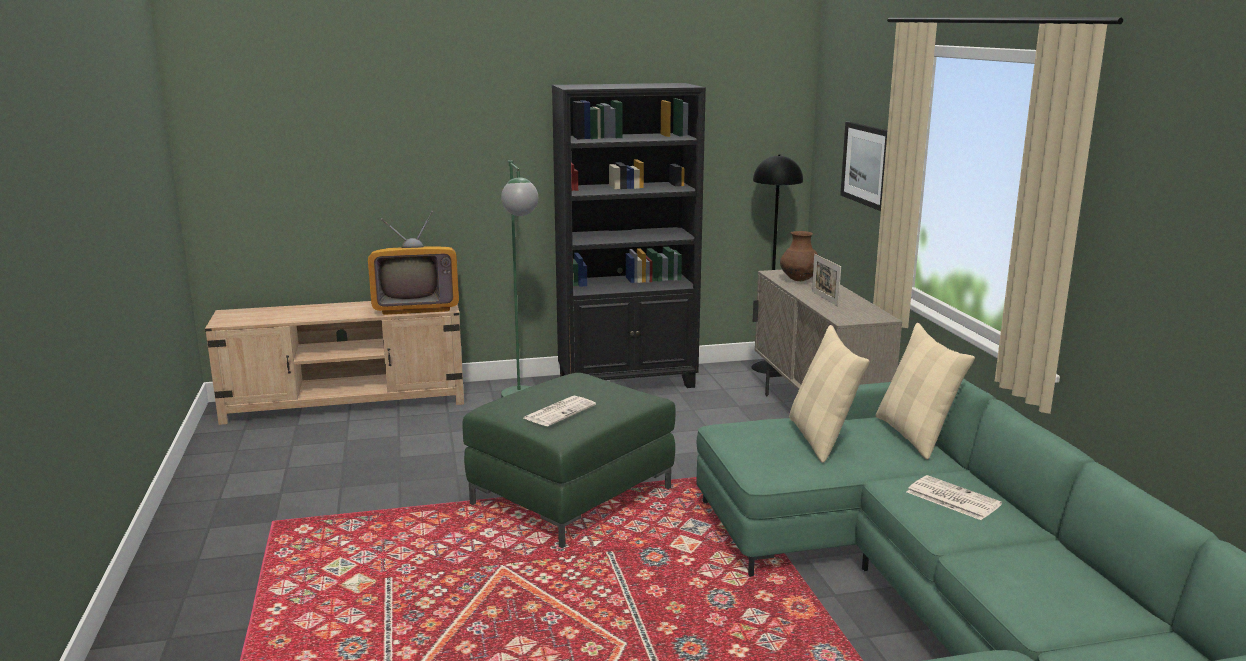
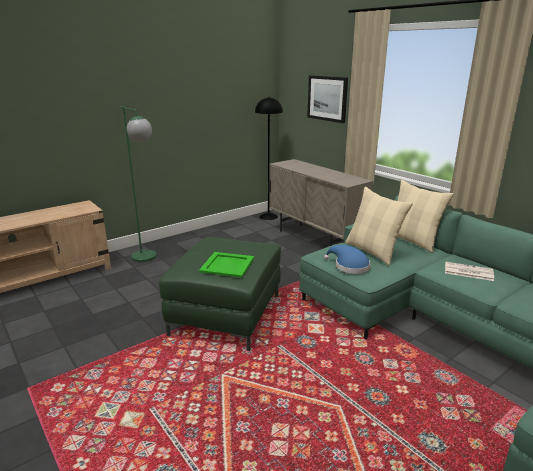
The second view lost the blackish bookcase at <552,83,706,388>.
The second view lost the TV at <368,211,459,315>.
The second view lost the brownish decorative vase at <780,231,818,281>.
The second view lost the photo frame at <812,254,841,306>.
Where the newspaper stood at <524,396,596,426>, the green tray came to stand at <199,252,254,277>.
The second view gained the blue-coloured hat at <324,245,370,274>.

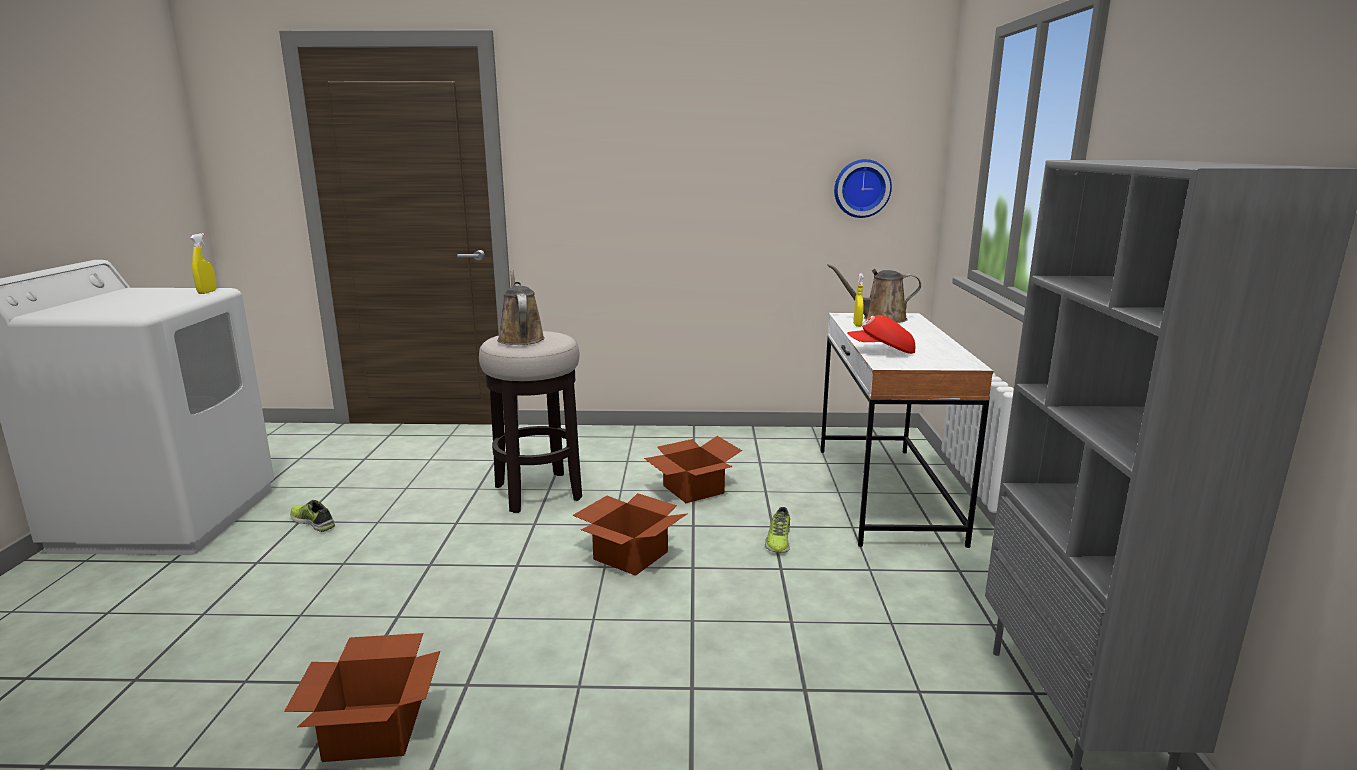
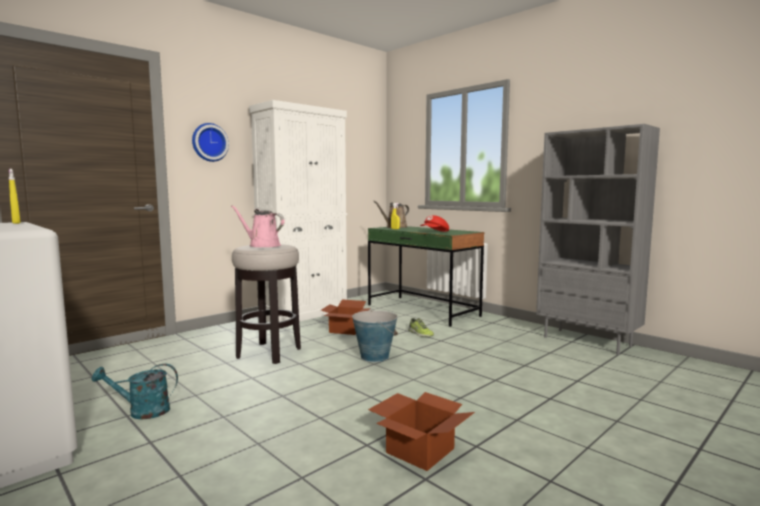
The clock on the wall ended up elsewhere, having gone from <834,159,892,218> to <192,123,229,162>.
What was the brownish sprinkling can at <497,270,545,345> turned into the pink-coloured sprinkling can at <231,205,285,247>.
What was the whitish desk unit at <821,313,993,548> turned into the green desk unit at <368,226,484,327>.
Where the packing box stood at <572,493,687,576>, the bucket came to stand at <352,309,398,362>.
Where the low shoe stood at <290,500,335,532>, the turquoise sprinkling can came to stand at <92,364,178,419>.
The second view gained the whitish cabinet at <249,100,347,322>.

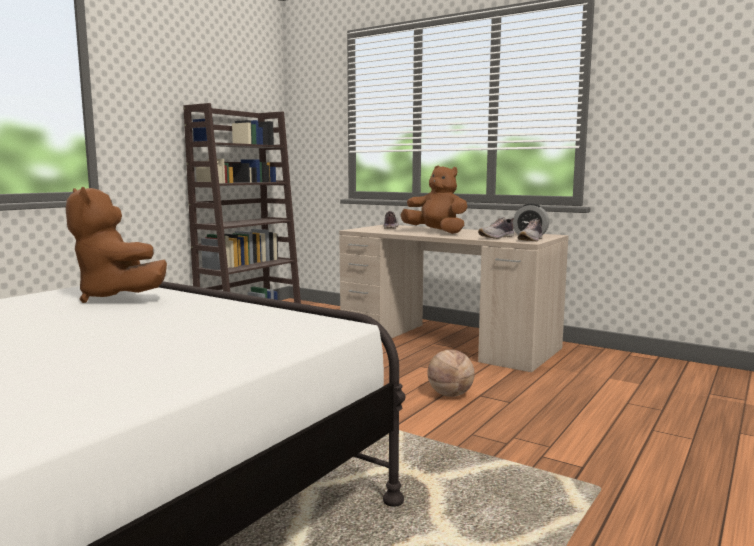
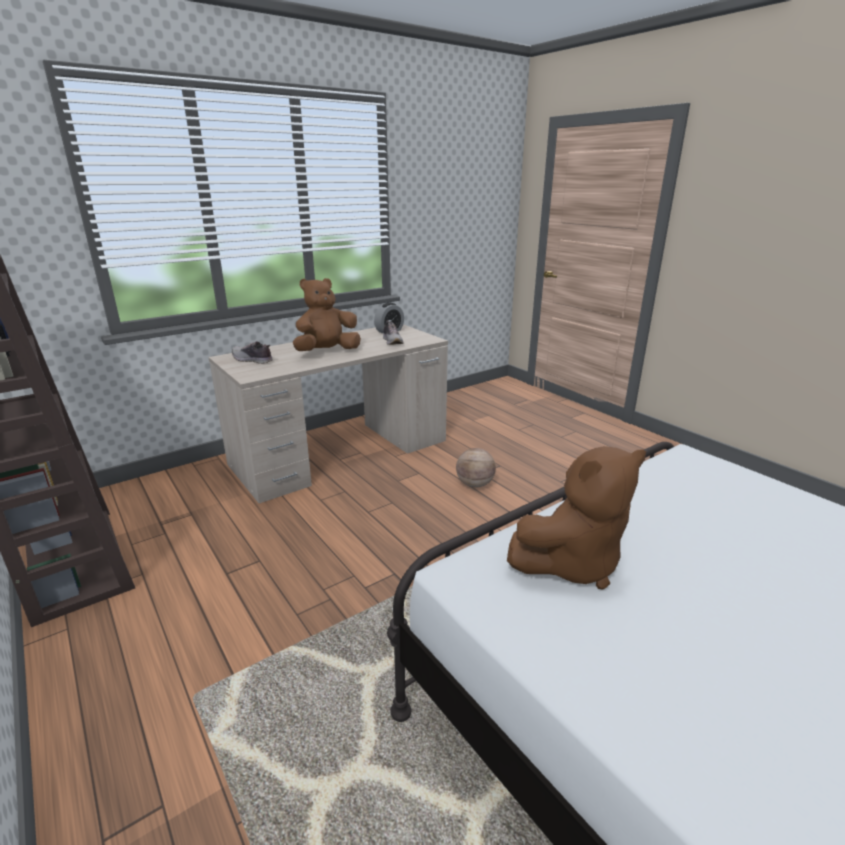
The second view lost the low shoe at <518,219,543,241>.

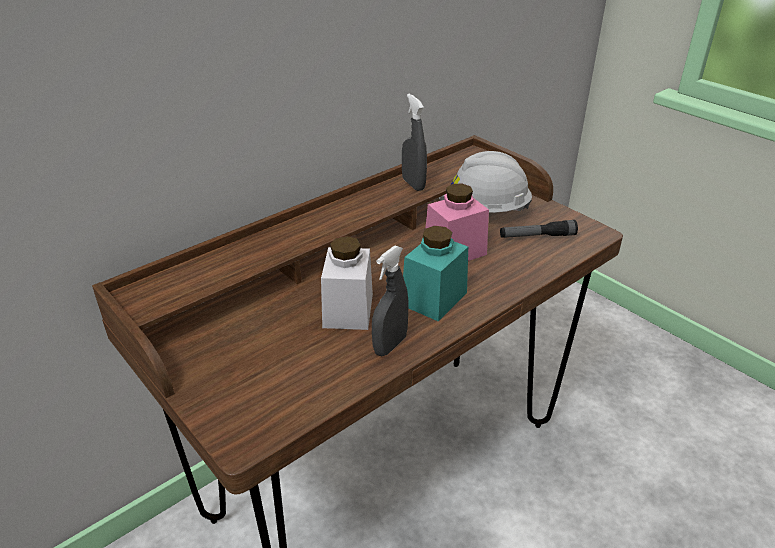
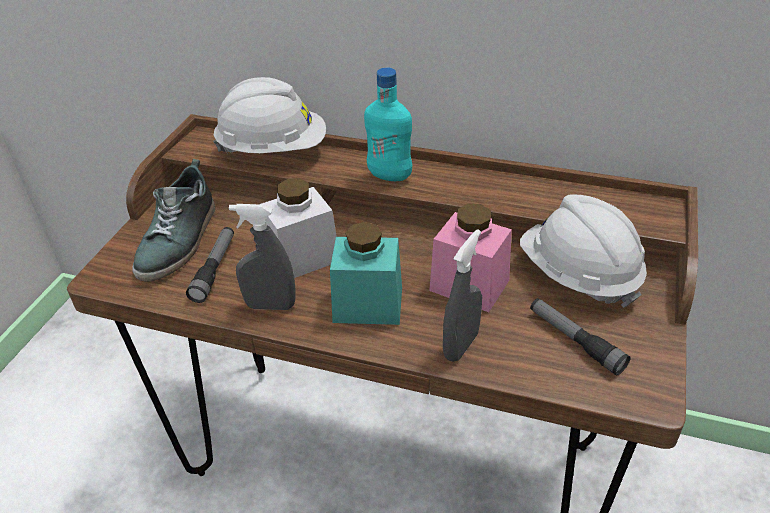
The greyish spray bottle ended up elsewhere, having gone from <402,94,427,191> to <443,229,482,362>.
The second view gained the turquoise beverage bottle at <364,67,412,181>.
The second view gained the whitish safety helmet at <213,77,326,154>.
The second view gained the low shoe at <132,159,215,281>.
The second view gained the torch at <186,227,234,303>.

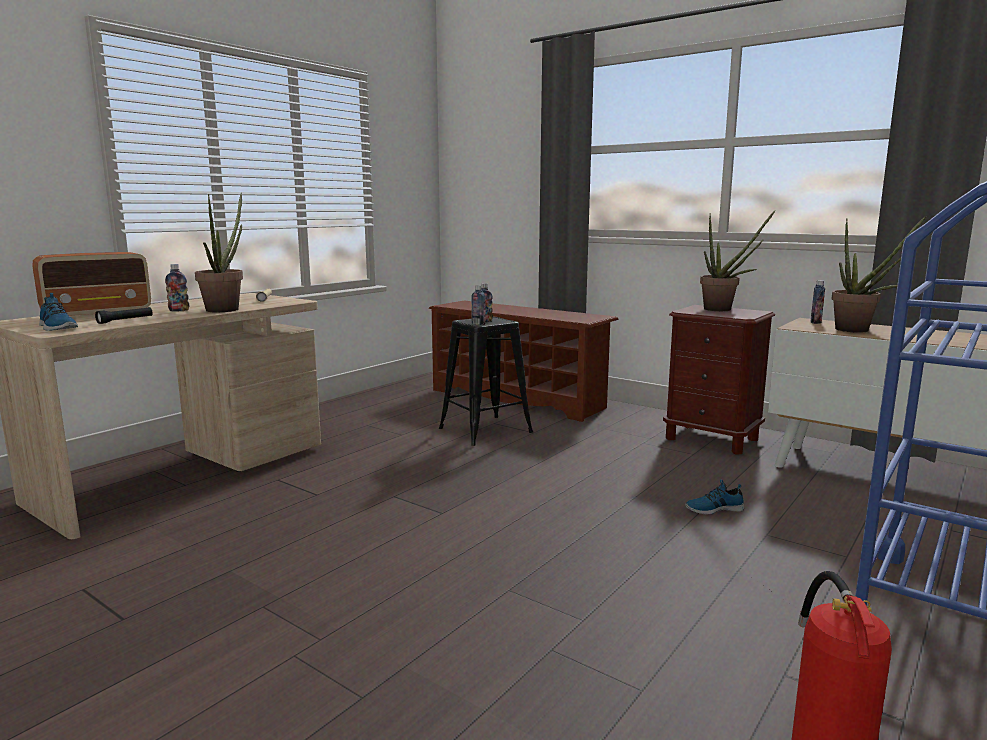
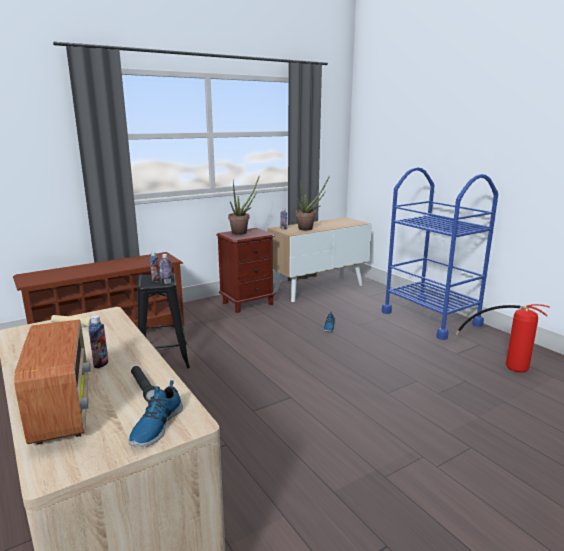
The second view lost the potted plant at <195,193,243,312>.
The low shoe at <39,293,78,331> ended up facing another way, 135 degrees clockwise from before.

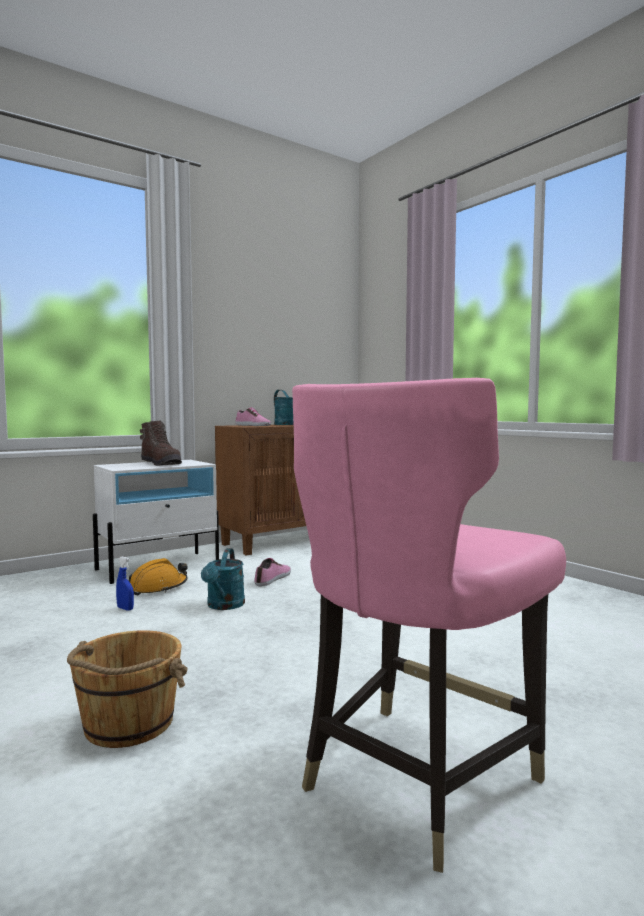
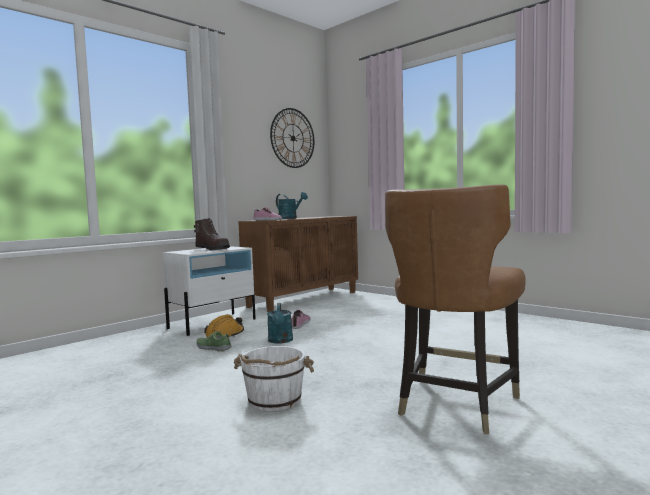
What was the pink-coloured upright chair at <292,378,566,873> turned into the brownish upright chair at <385,184,526,434>.
Where the blue-coloured spray bottle stood at <116,557,134,611>, the low shoe came to stand at <196,331,232,352>.
What was the brownish bucket at <67,630,188,748> turned into the whitish bucket at <233,346,314,412>.
The second view gained the clock on the wall at <270,108,314,168>.

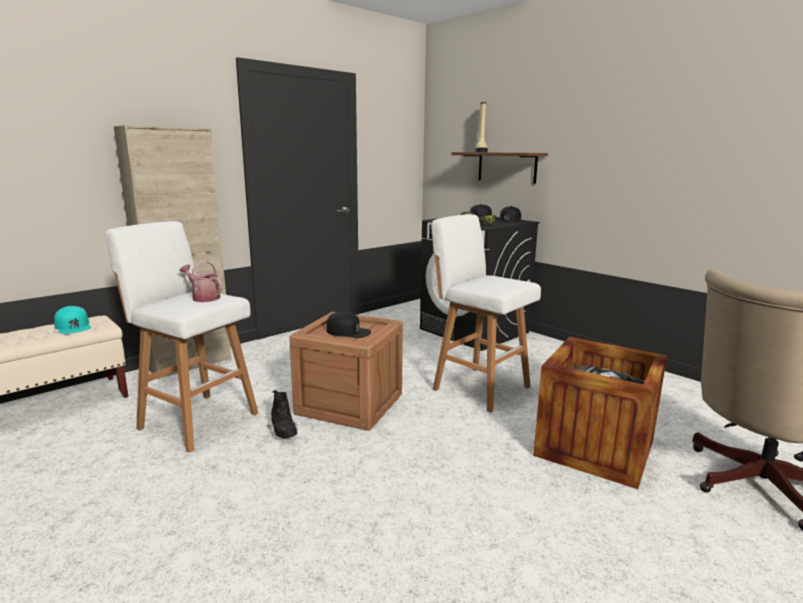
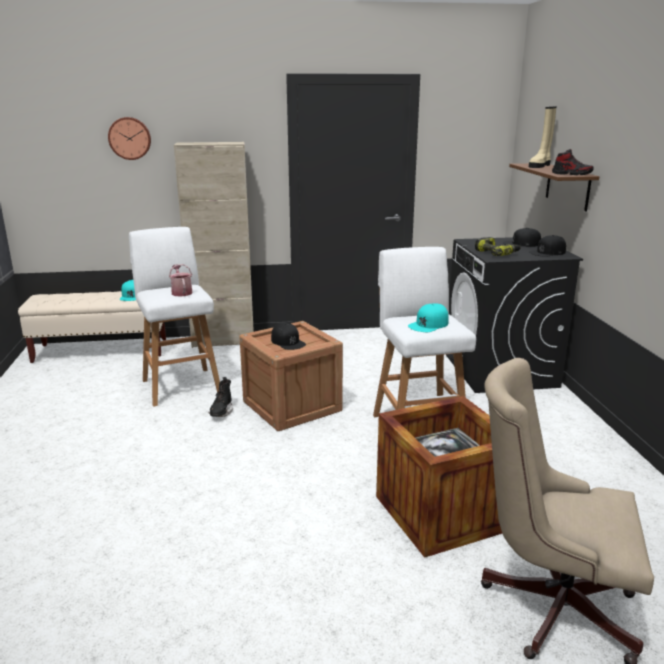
The second view gained the clock on the wall at <108,117,151,160>.
The second view gained the low shoe at <552,149,594,175>.
The second view gained the turquoise baseball cap at <408,303,449,332>.

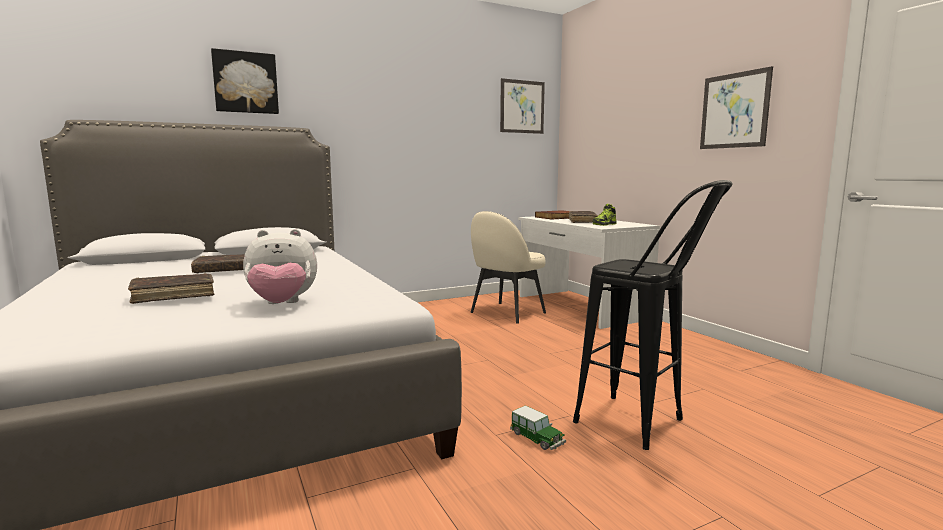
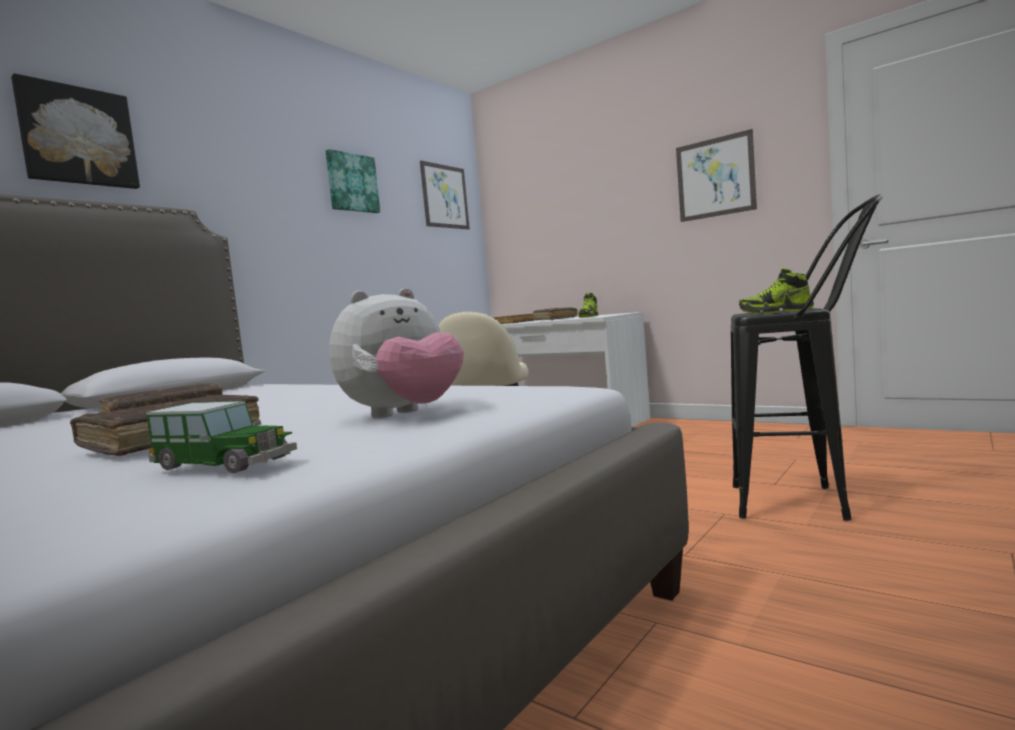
The miniature car ended up elsewhere, having gone from <510,405,566,450> to <146,401,297,474>.
The second view gained the picture at <326,149,380,213>.
The second view gained the low shoe at <739,268,814,314>.

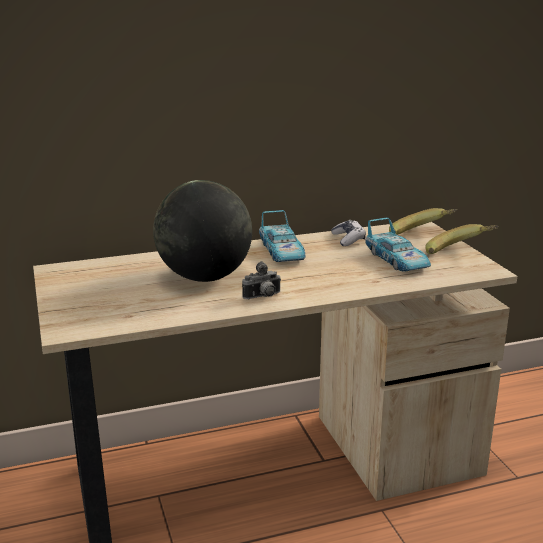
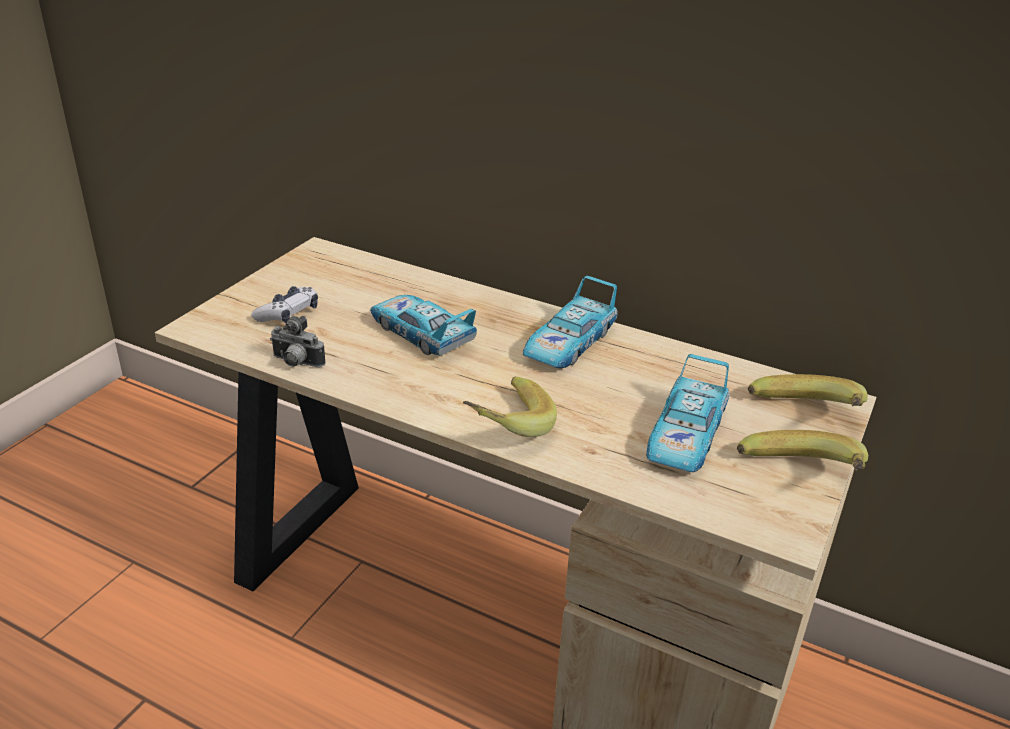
Where the world globe stood at <153,180,252,282>, the miniature car came to stand at <370,295,477,355>.
The gamepad ended up elsewhere, having gone from <331,220,366,246> to <251,286,318,323>.
The photo camera ended up elsewhere, having gone from <242,261,281,299> to <270,316,326,367>.
The second view gained the banana at <463,377,557,437>.

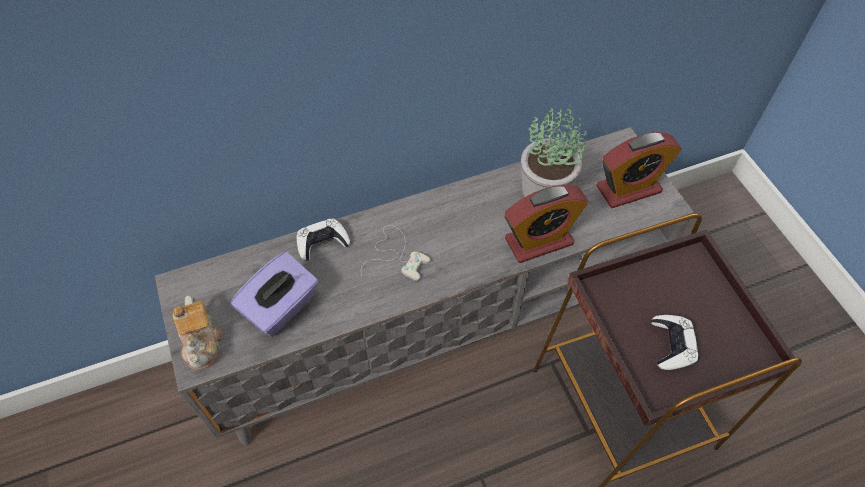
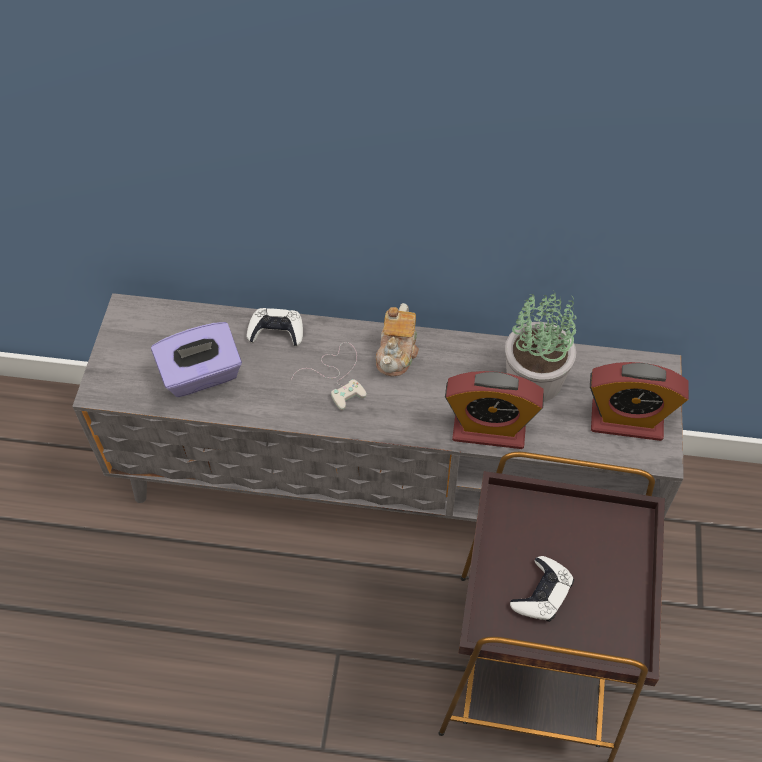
The tea pot ended up elsewhere, having gone from <173,296,222,369> to <376,303,419,377>.

